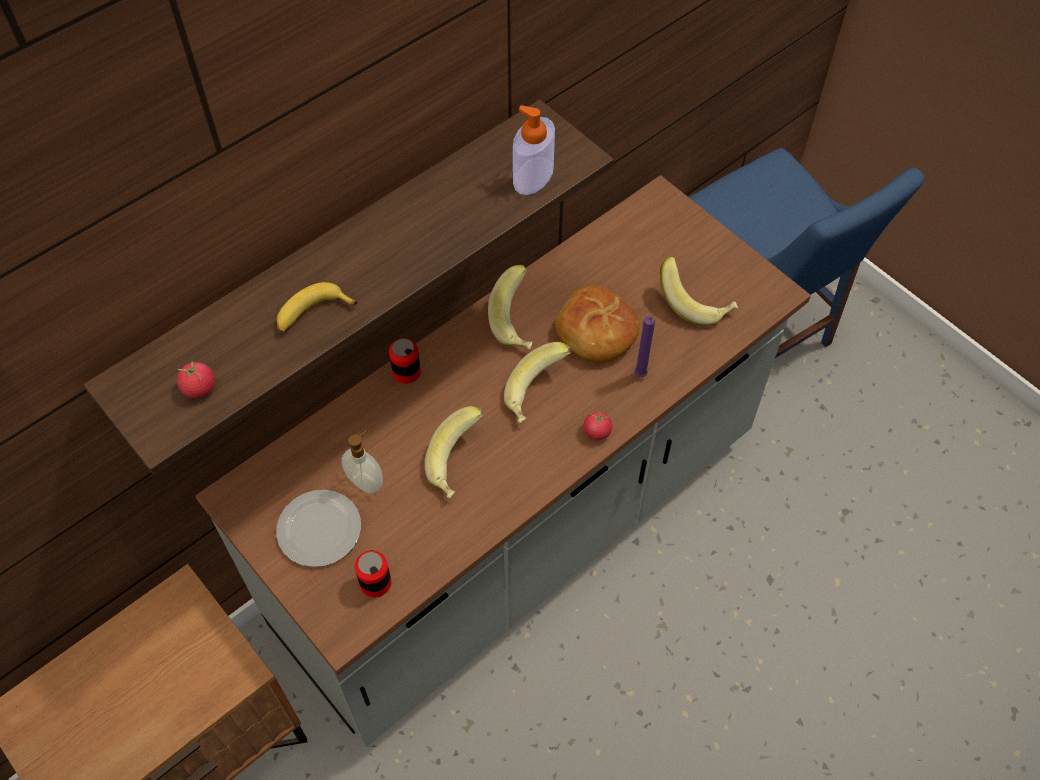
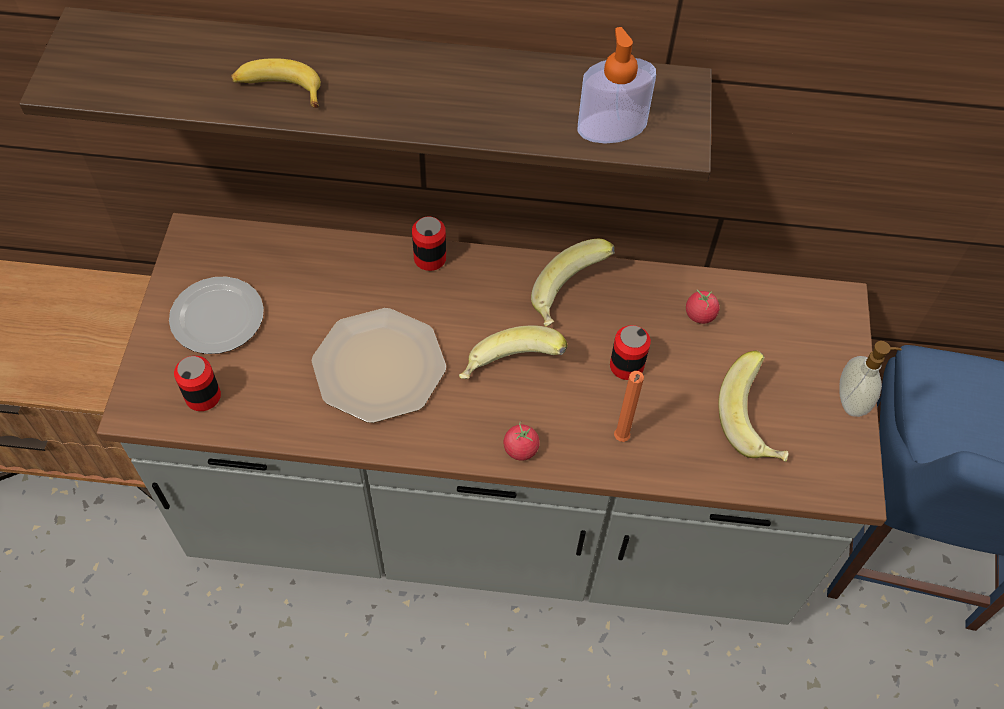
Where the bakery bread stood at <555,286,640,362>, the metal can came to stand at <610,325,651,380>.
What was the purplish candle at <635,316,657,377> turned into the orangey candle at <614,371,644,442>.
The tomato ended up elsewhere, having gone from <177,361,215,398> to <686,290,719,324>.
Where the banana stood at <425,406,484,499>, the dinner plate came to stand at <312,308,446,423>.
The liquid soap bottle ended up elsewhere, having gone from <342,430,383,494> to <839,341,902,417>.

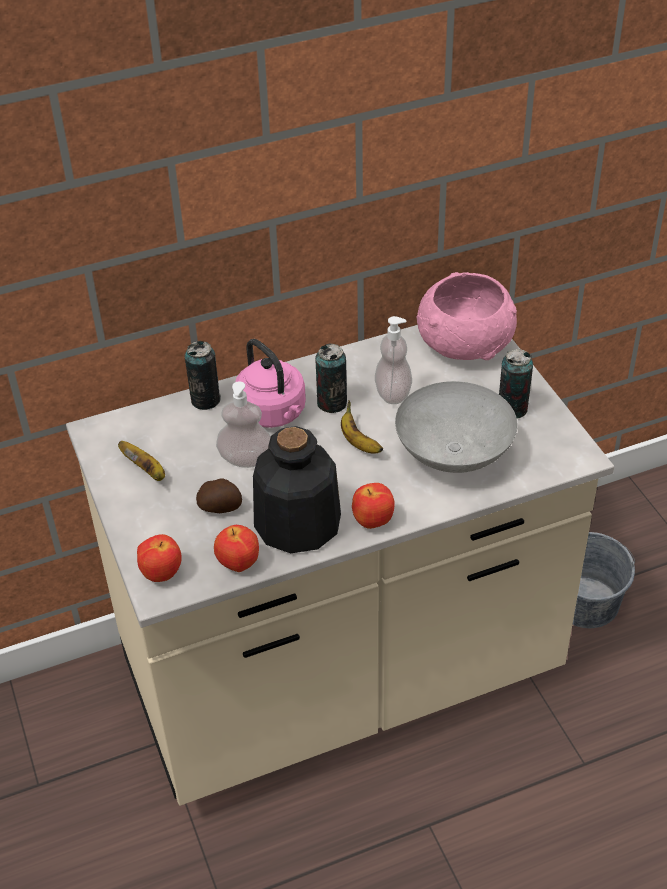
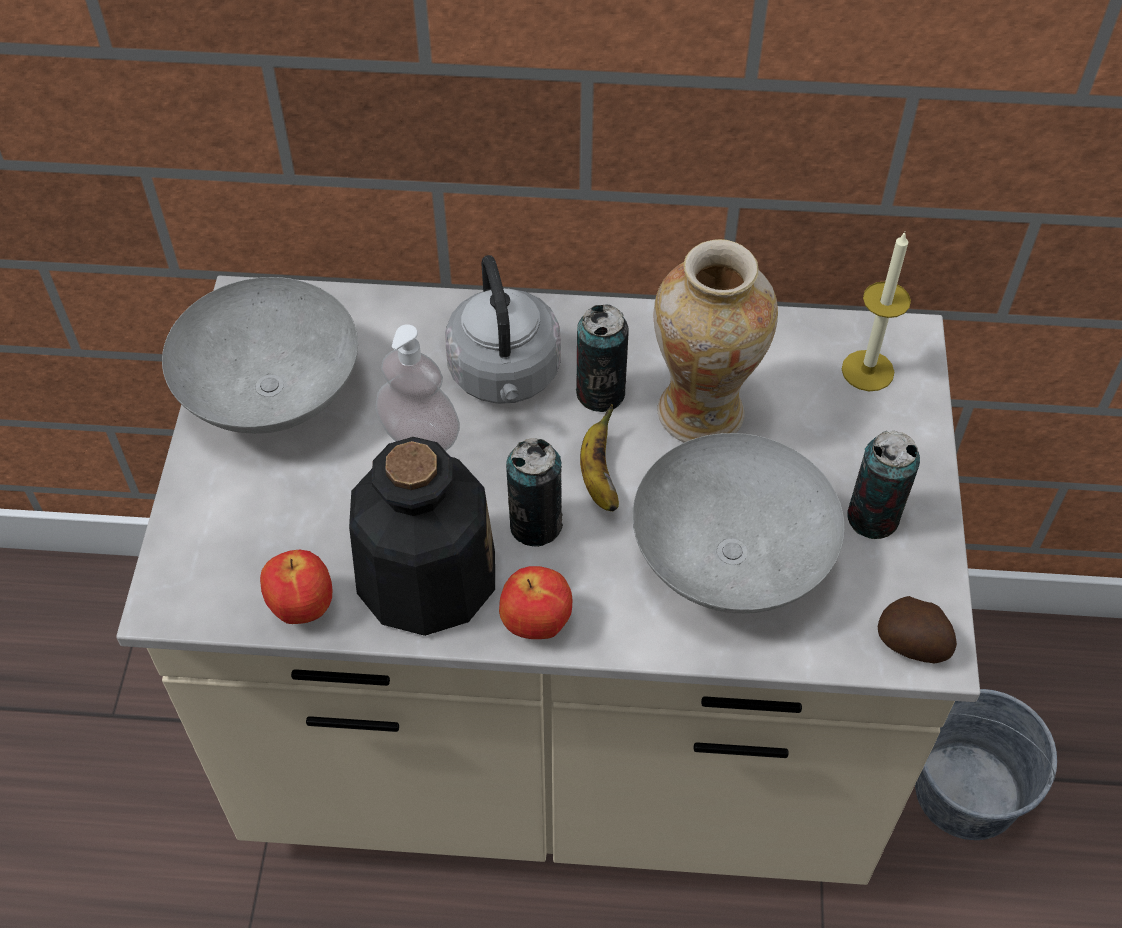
Where the pink-coloured bowl stood at <417,272,517,360>, the candle came to stand at <842,232,911,391>.
Where the liquid soap bottle stood at <375,316,412,404>, the decorative vase came to stand at <654,239,778,443>.
What was the pink-coloured kettle at <236,339,306,428> turned into the greyish kettle at <445,255,561,404>.
The metal can ended up elsewhere, having gone from <185,341,221,410> to <506,438,563,547>.
Where the banana stood at <118,441,165,481>, the greyish bowl came to stand at <162,277,358,434>.
The potato ended up elsewhere, having gone from <196,479,242,513> to <878,596,957,663>.
The second view lost the apple fruit at <137,534,182,582>.

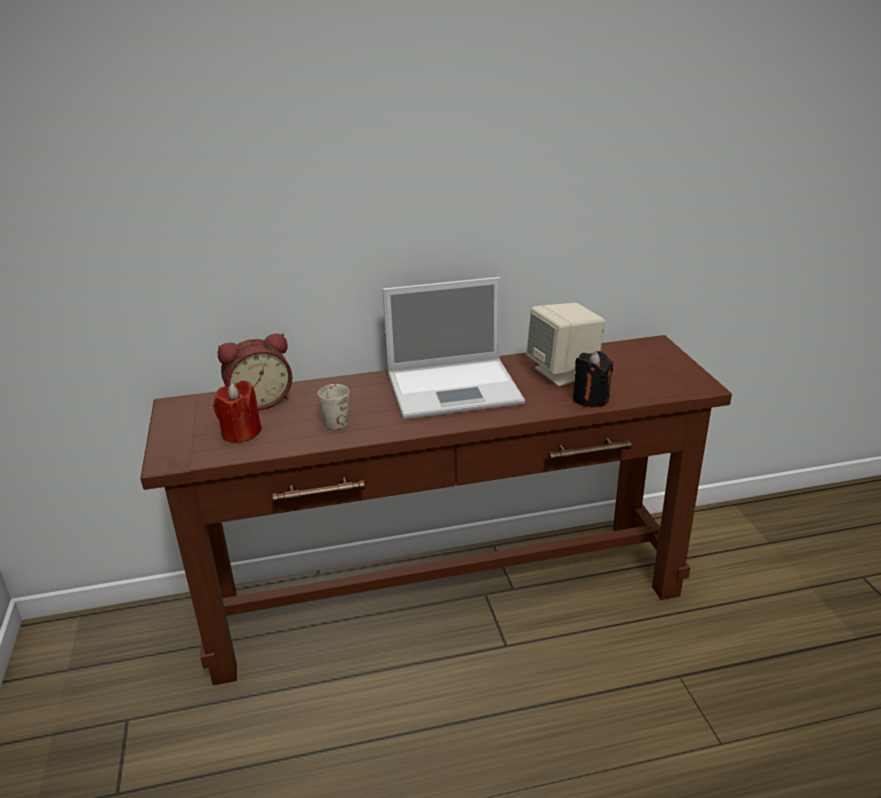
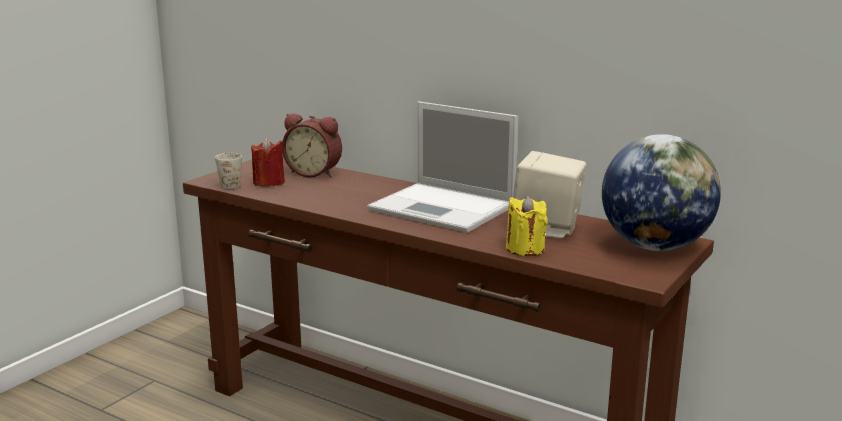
What was the blackish candle at <573,351,613,408> turned into the yellowish candle at <506,195,547,256>.
The whitish tea mug ended up elsewhere, having gone from <318,384,349,429> to <215,153,242,189>.
The second view gained the world globe at <602,134,721,251>.

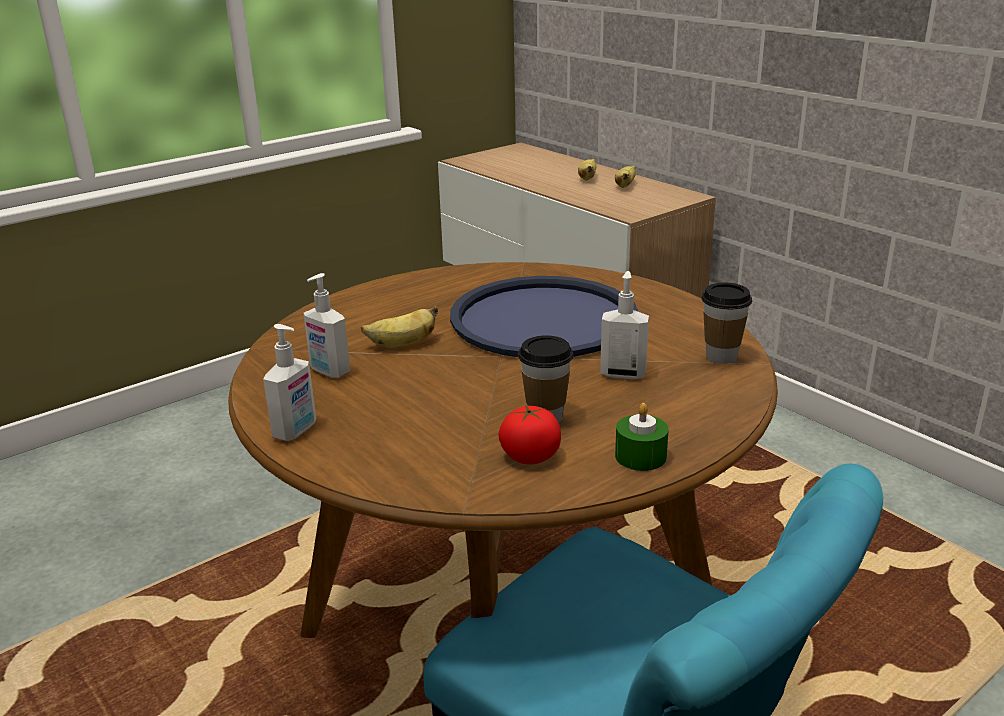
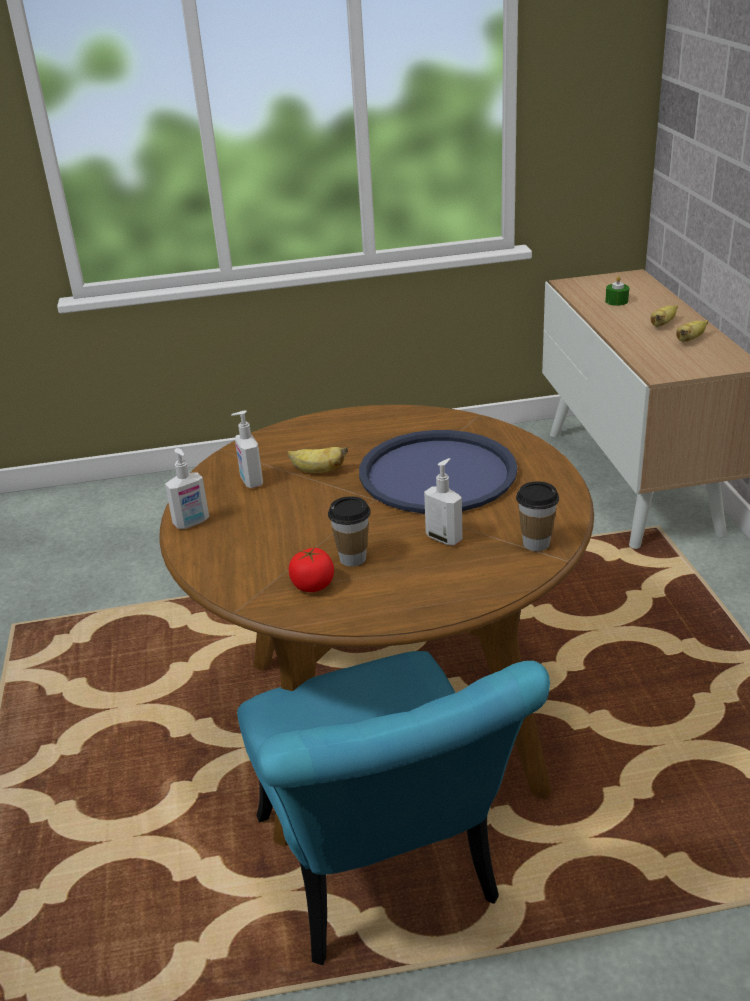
The green candle ended up elsewhere, having gone from <615,403,669,471> to <605,275,629,306>.

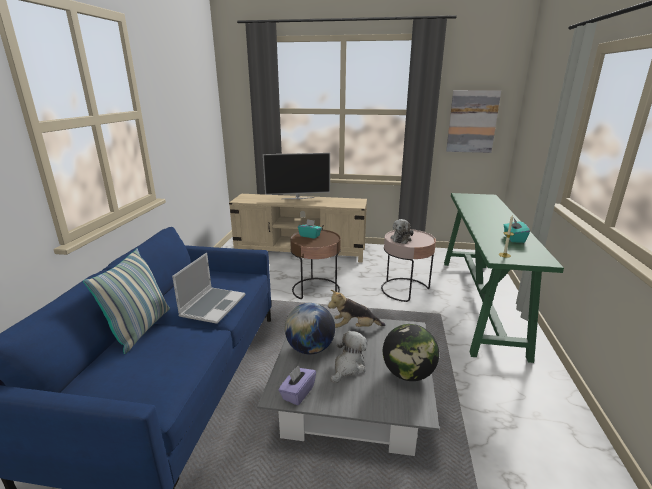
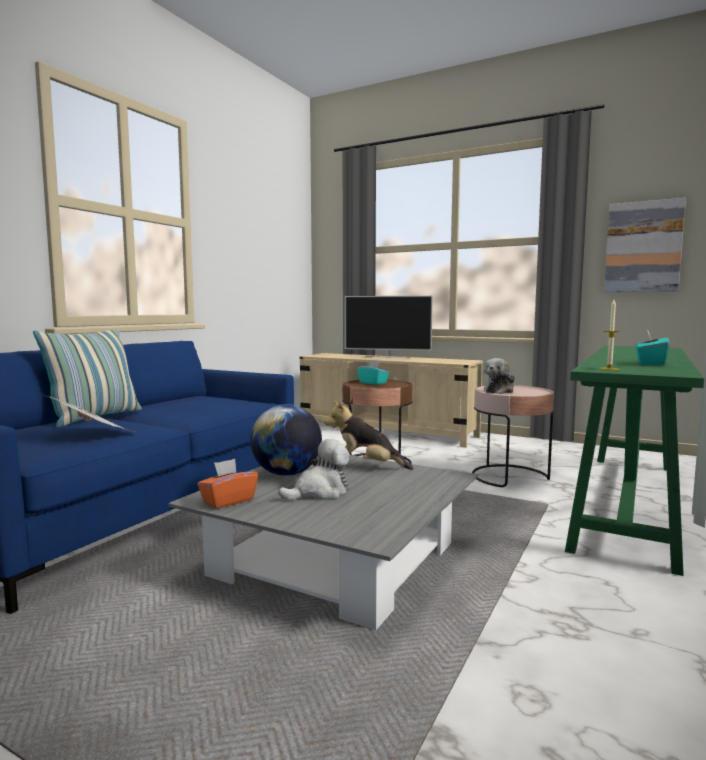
The second view lost the laptop at <172,253,245,324>.
The second view lost the world globe at <383,324,439,381>.
What was the purplish box of tissues at <278,365,316,406> turned into the orangey box of tissues at <197,459,258,509>.
The second view gained the newspaper at <42,395,136,432>.

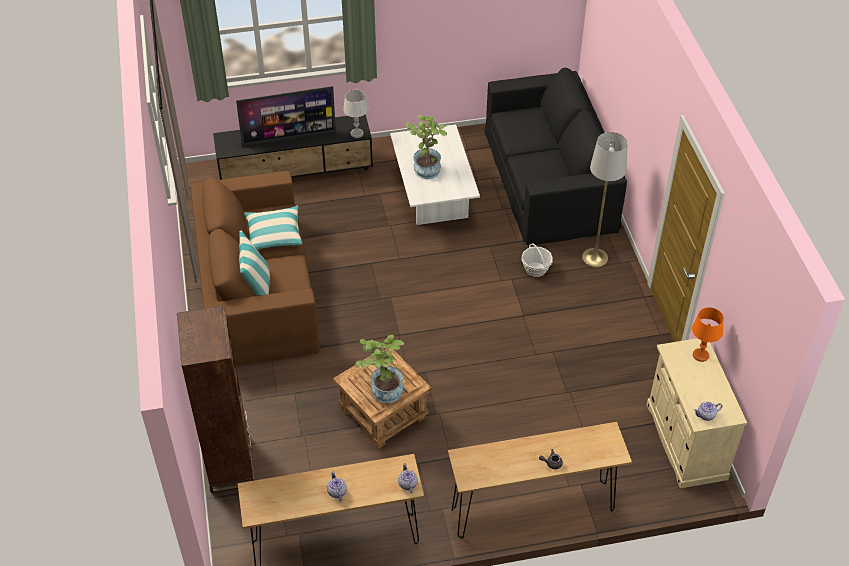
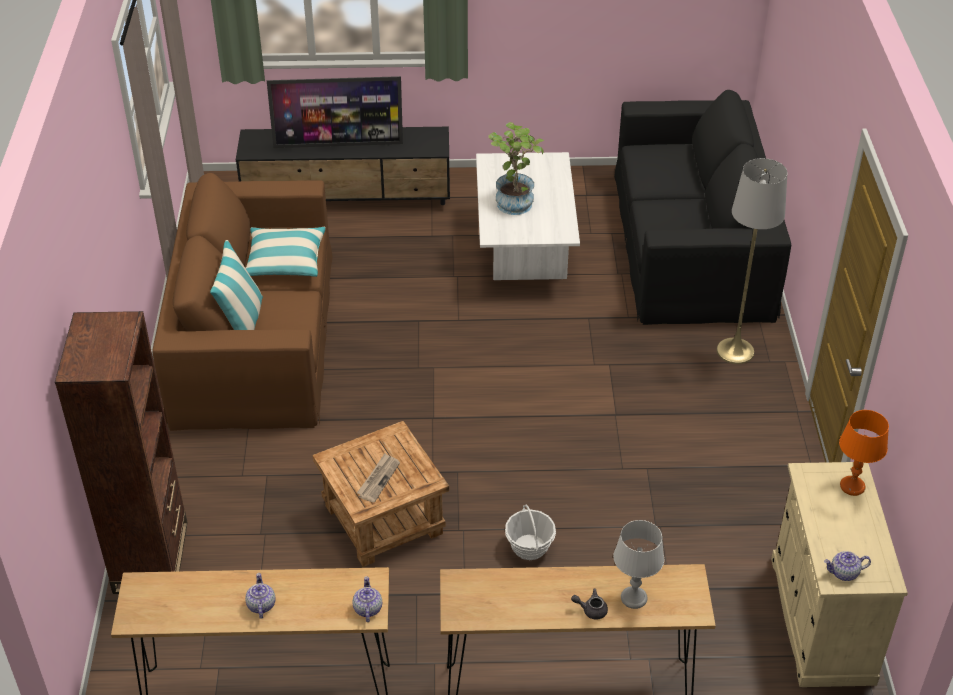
The greyish table lamp ended up elsewhere, having gone from <343,90,368,138> to <613,520,664,609>.
The storage basket ended up elsewhere, having gone from <522,244,553,277> to <505,505,556,560>.
Where the potted plant stood at <355,335,404,403>, the newspaper came to stand at <357,453,400,503>.

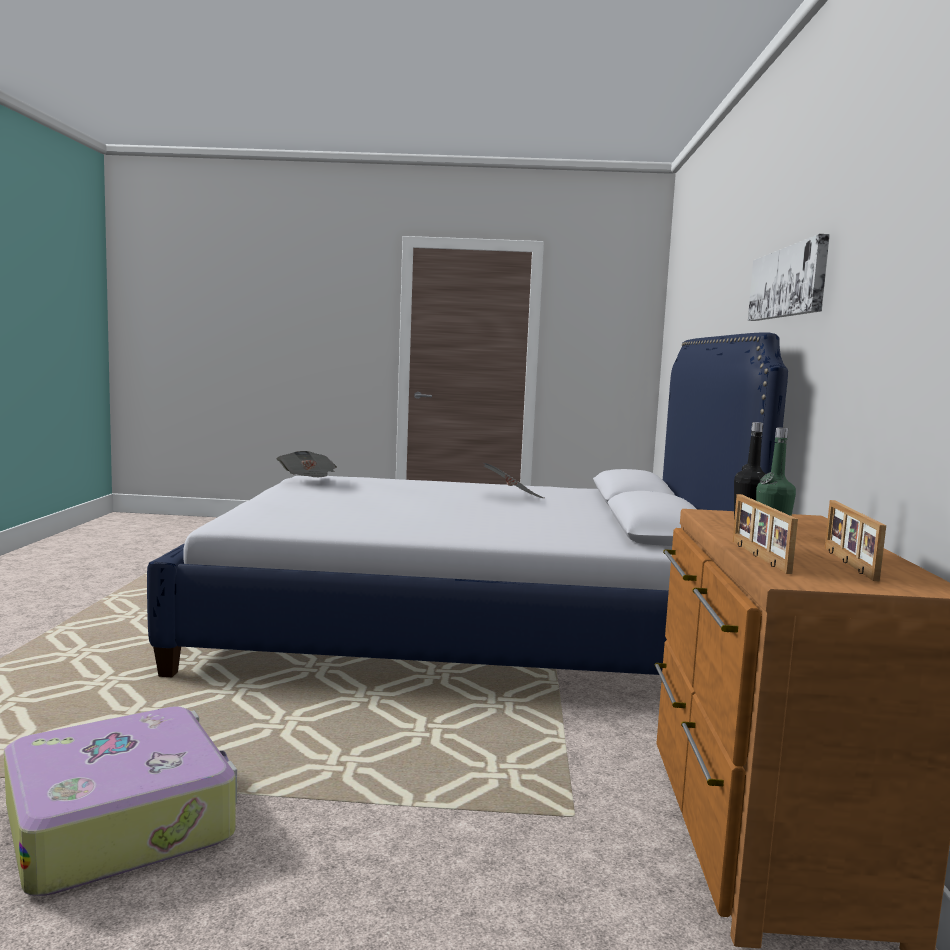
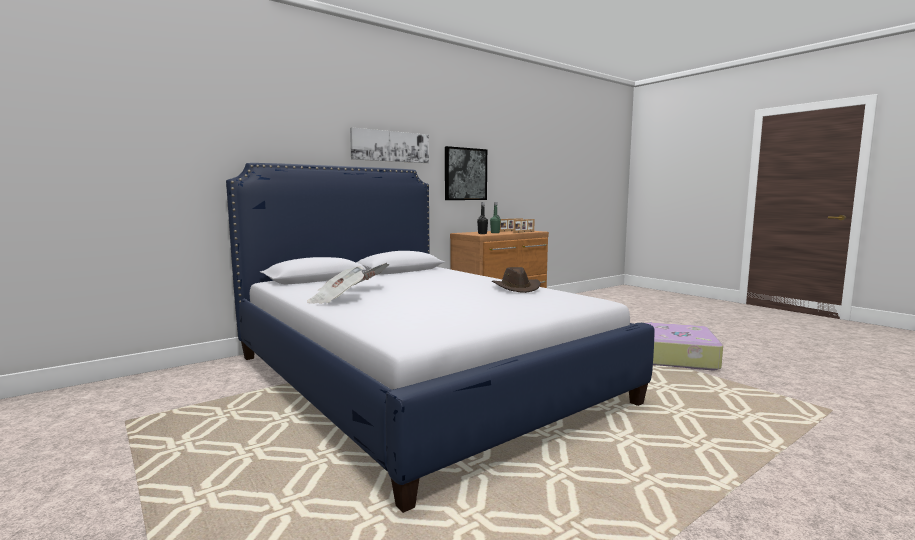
The newspaper ended up elsewhere, having gone from <277,451,337,477> to <307,266,364,304>.
The second view gained the picture at <445,146,487,200>.
The second view gained the brownish hat at <492,267,541,293>.

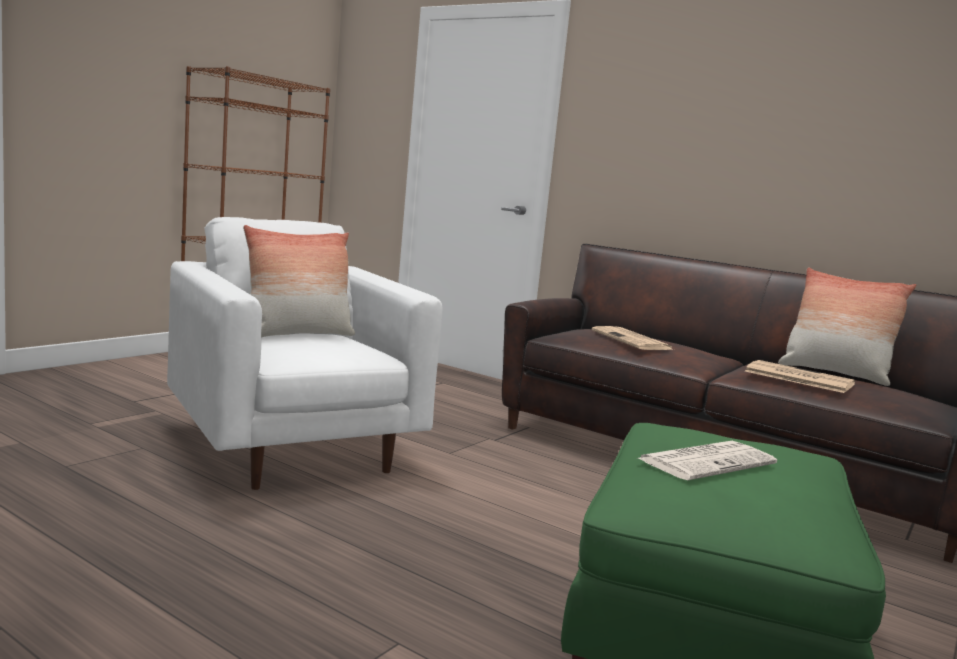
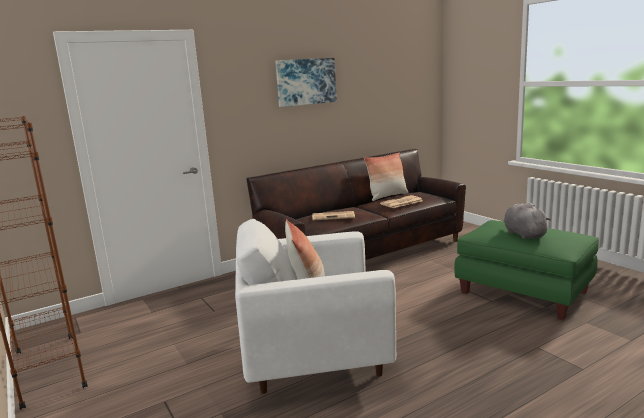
Where the newspaper stood at <638,441,777,480>, the greyish cuddly toy came to stand at <504,203,551,239>.
The second view gained the picture at <275,58,337,107>.

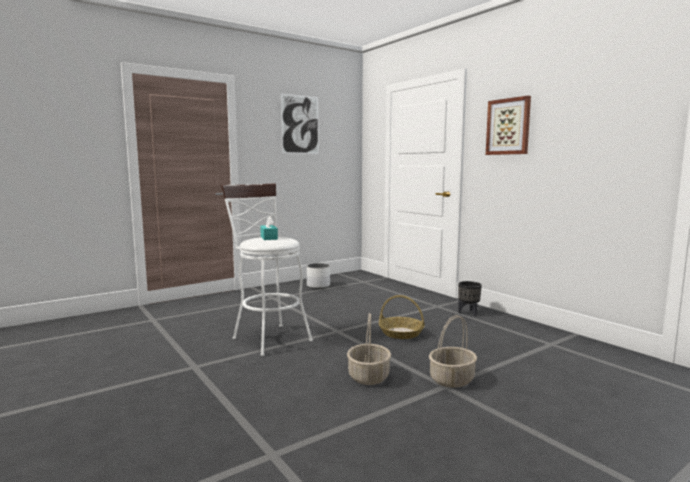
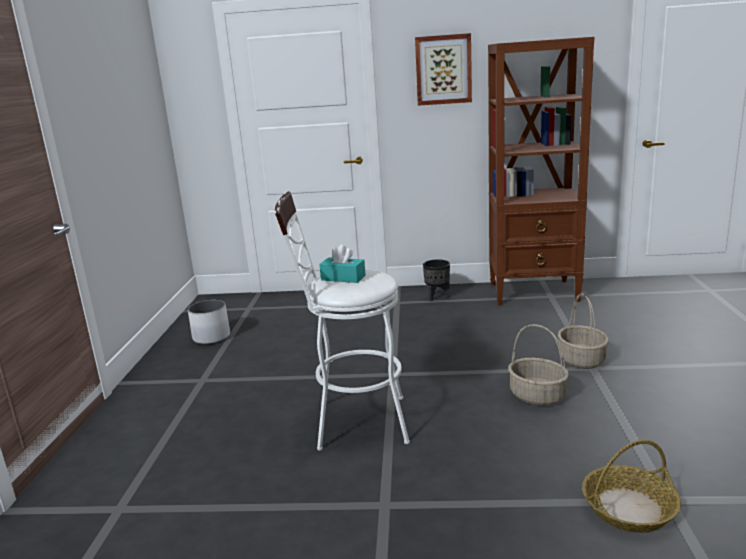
The second view lost the picture at <281,93,319,154>.
The storage basket ended up elsewhere, having gone from <379,295,425,339> to <582,440,681,533>.
The second view gained the brownish bookcase at <488,37,595,305>.

